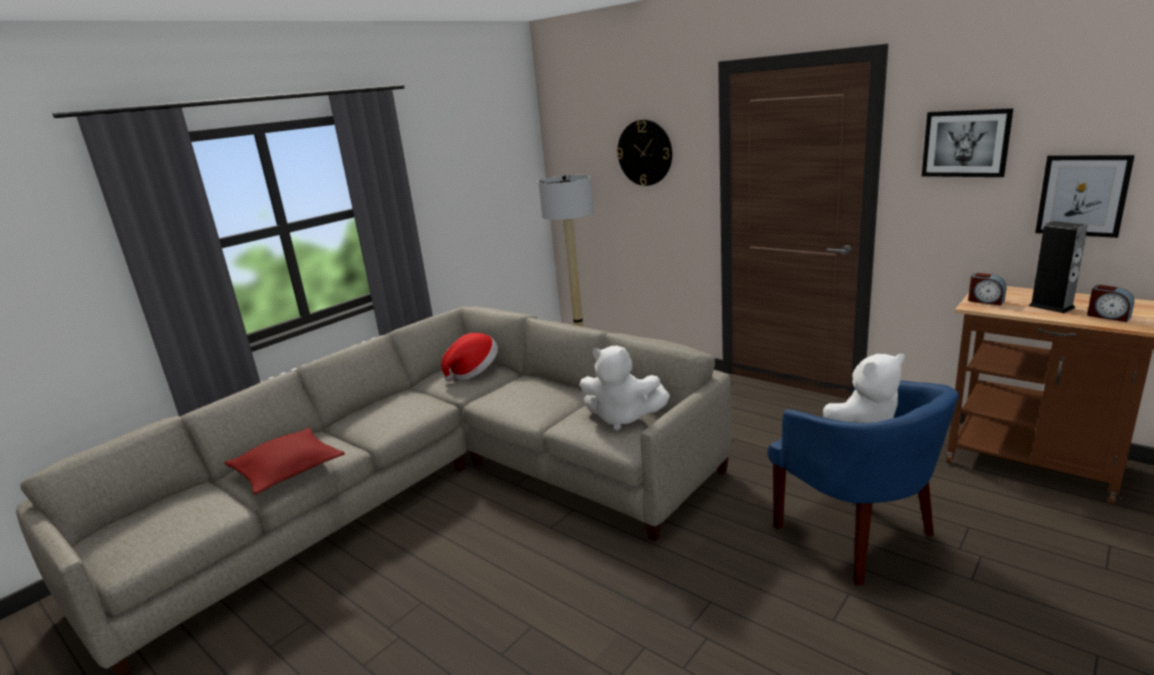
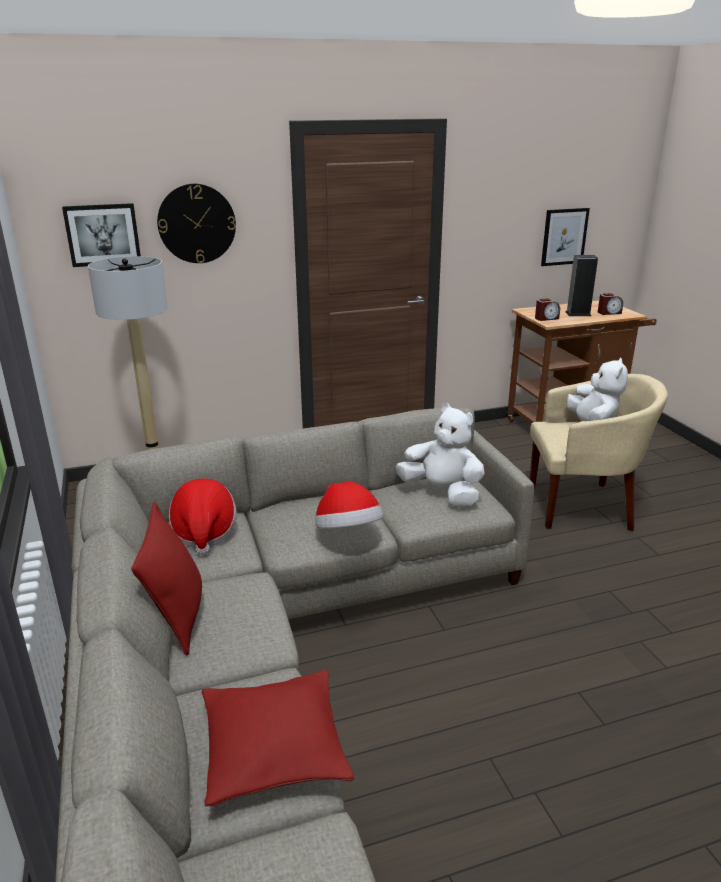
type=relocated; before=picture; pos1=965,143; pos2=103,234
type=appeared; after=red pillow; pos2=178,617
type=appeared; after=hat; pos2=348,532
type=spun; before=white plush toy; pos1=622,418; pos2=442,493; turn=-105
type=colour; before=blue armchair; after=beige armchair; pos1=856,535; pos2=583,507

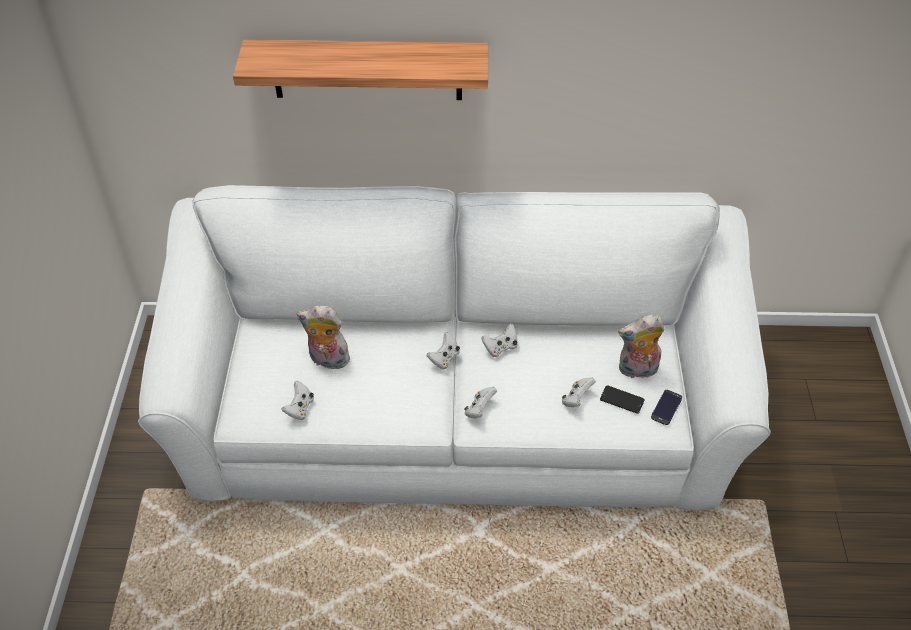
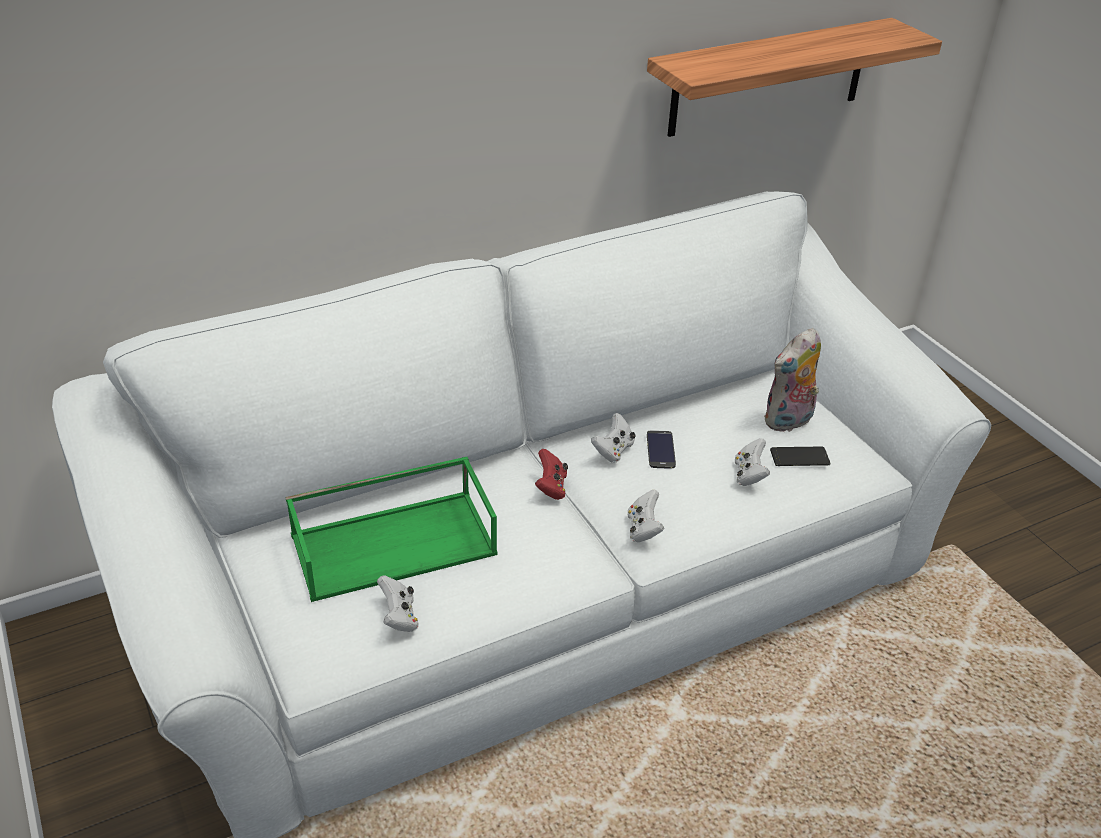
type=exchanged; before=plush toy; after=green tray; pos1=327,360; pos2=395,543
type=colour; before=white game controller; after=red game controller; pos1=444,358; pos2=551,487
type=relocated; before=shelf; pos1=367,69; pos2=769,77
type=relocated; before=phone; pos1=666,407; pos2=660,450

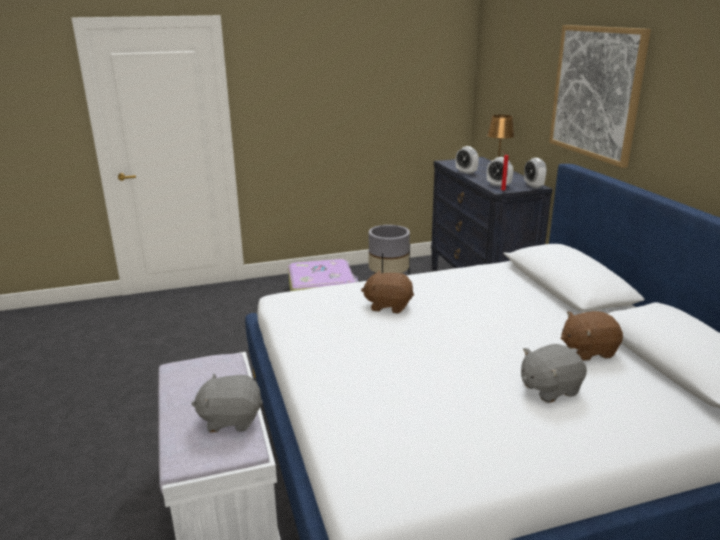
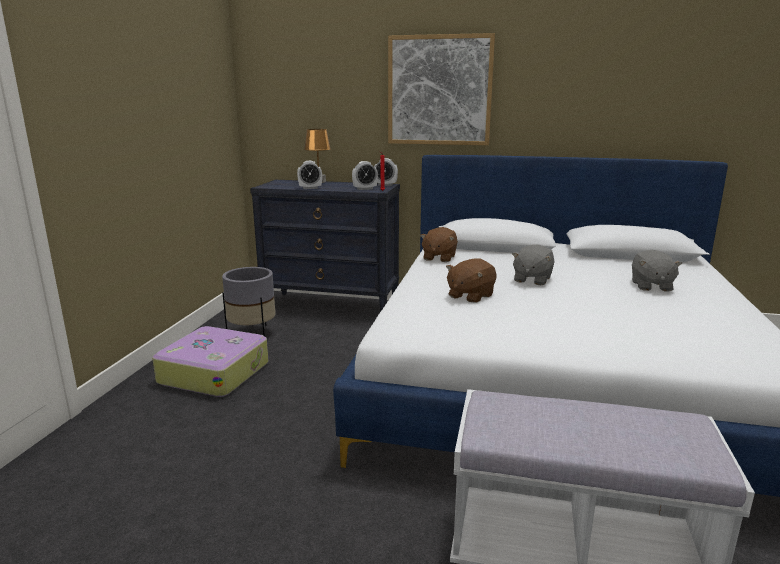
type=relocated; before=brown plush toy; pos1=588,350; pos2=439,258
type=relocated; before=grey plush toy; pos1=231,419; pos2=532,279

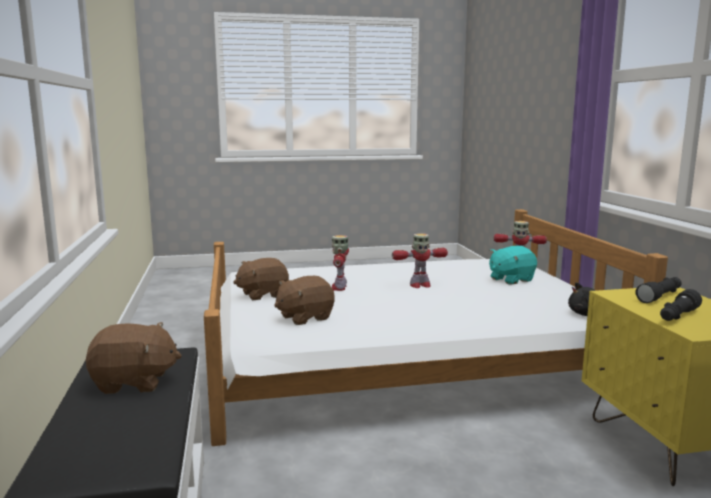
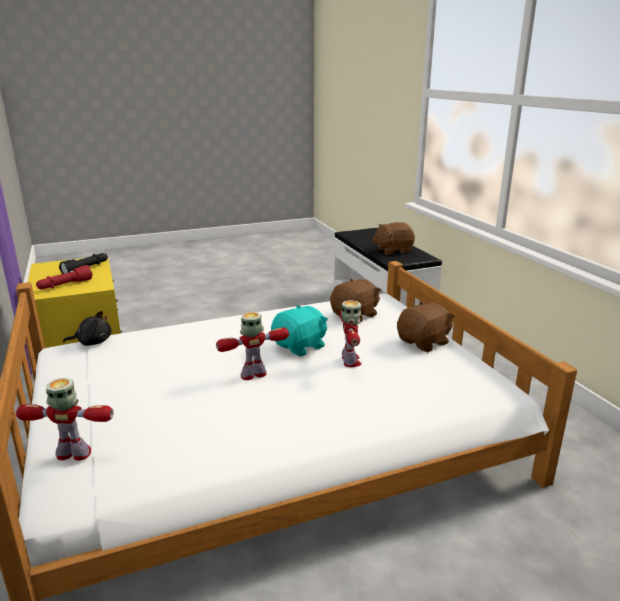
type=colour; before=black flashlight; after=red flashlight; pos1=660,296; pos2=65,285
type=relocated; before=turquoise plush toy; pos1=511,279; pos2=300,346

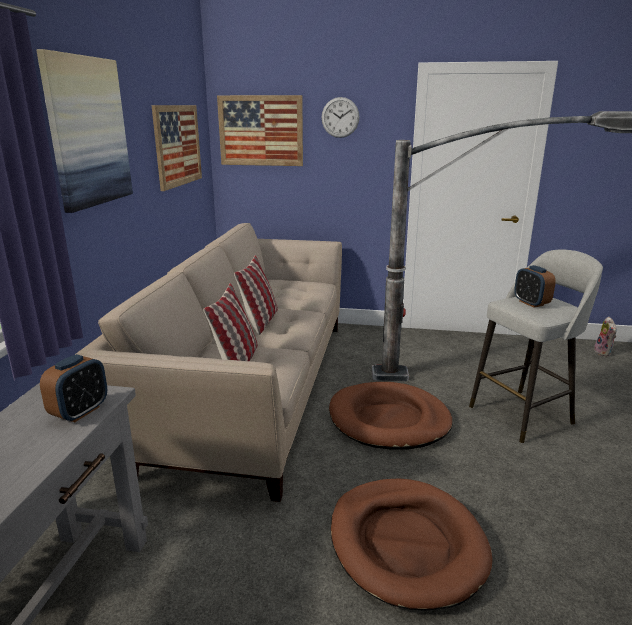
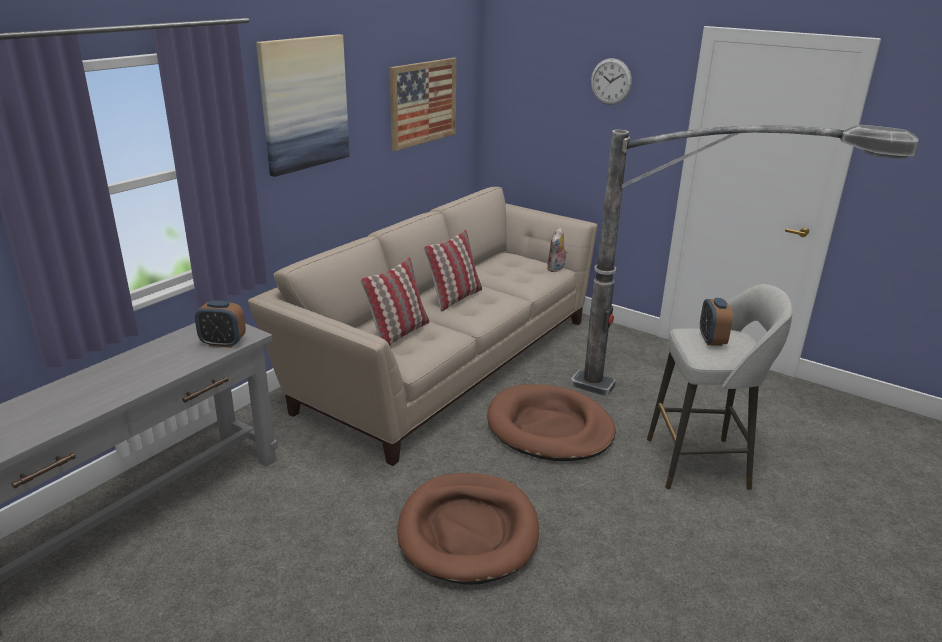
type=spun; before=alarm clock; pos1=80,412; pos2=223,343; turn=45
type=relocated; before=plush toy; pos1=604,352; pos2=556,269
type=missing; before=picture; pos1=260,131

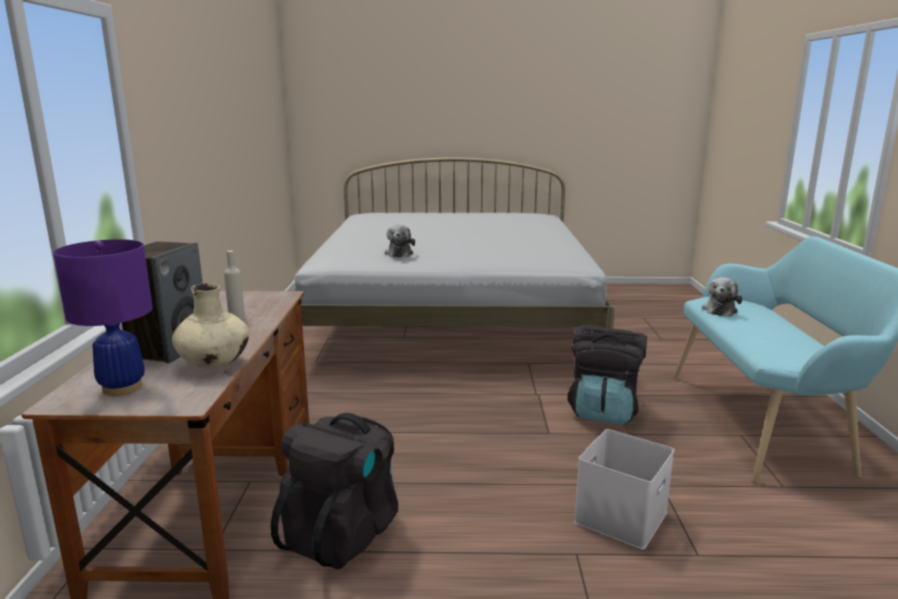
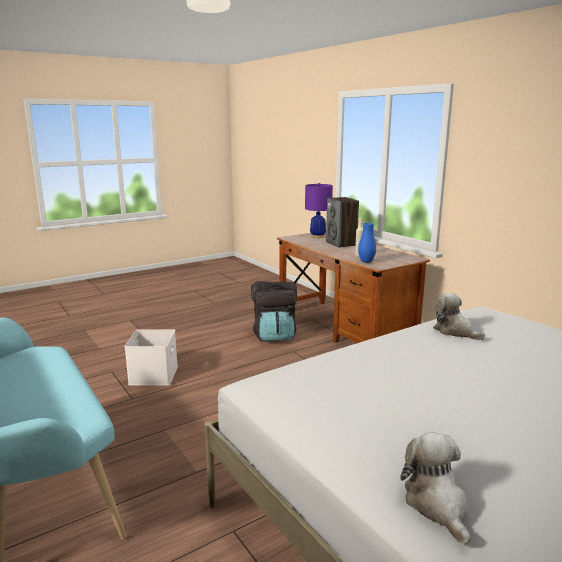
type=appeared; after=blue vase; pos2=366,261
type=relocated; before=plush toy; pos1=720,310; pos2=437,504
type=missing; before=beige vase; pos1=214,364
type=missing; before=black backpack; pos1=604,411

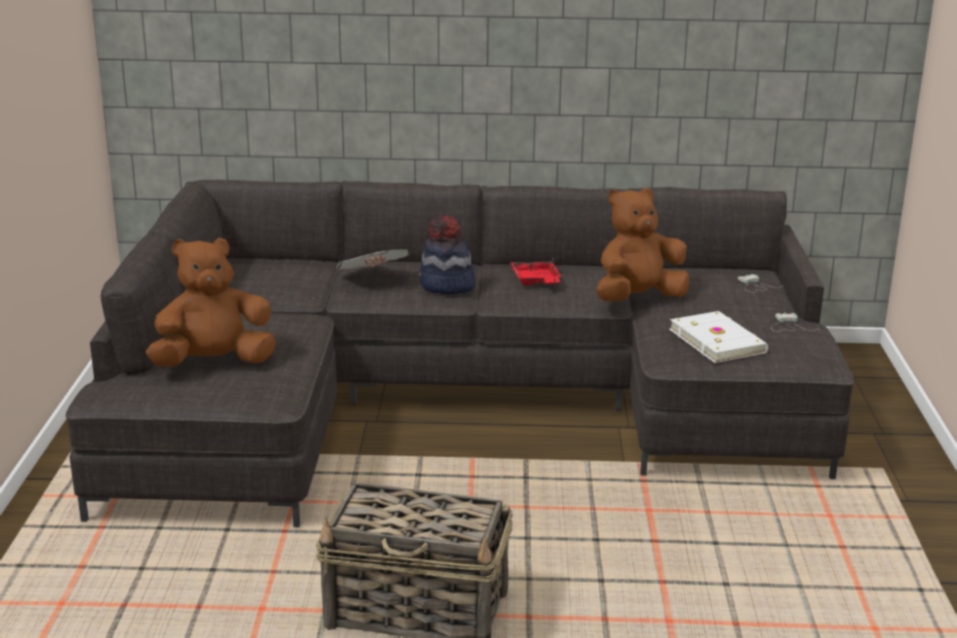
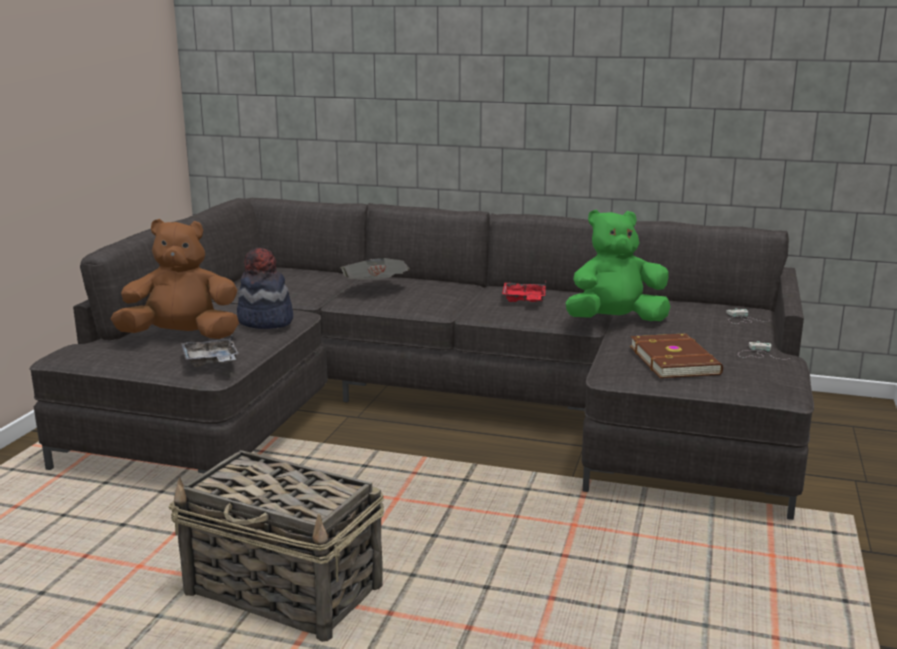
type=appeared; after=grey tray; pos2=211,362
type=relocated; before=hat; pos1=446,286; pos2=265,321
type=colour; before=brown plush toy; after=green plush toy; pos1=638,299; pos2=615,321
type=colour; before=white book; after=brown book; pos1=718,340; pos2=675,360

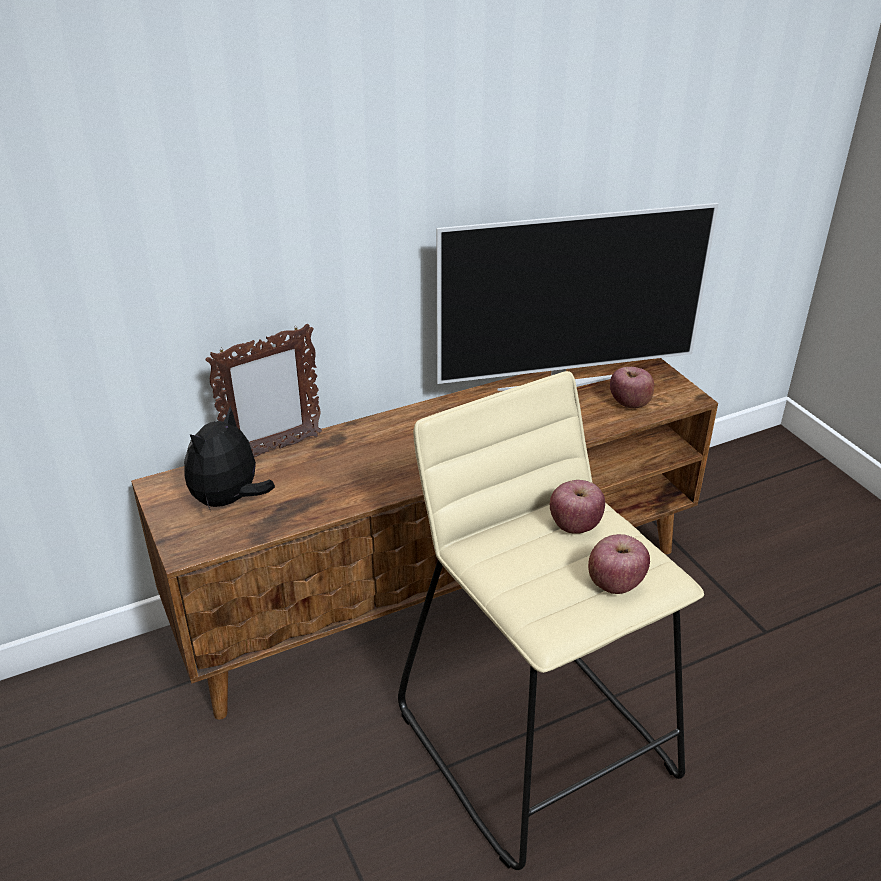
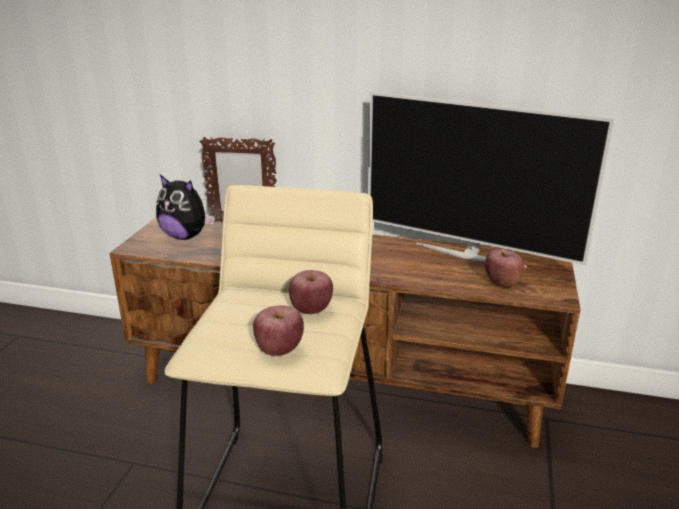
type=spun; before=plush toy; pos1=229,500; pos2=186,236; turn=-135

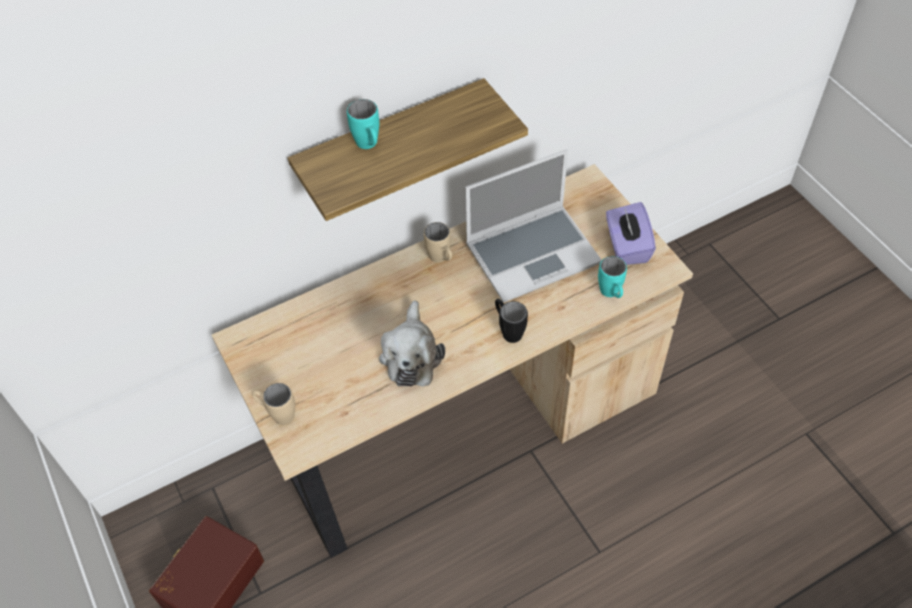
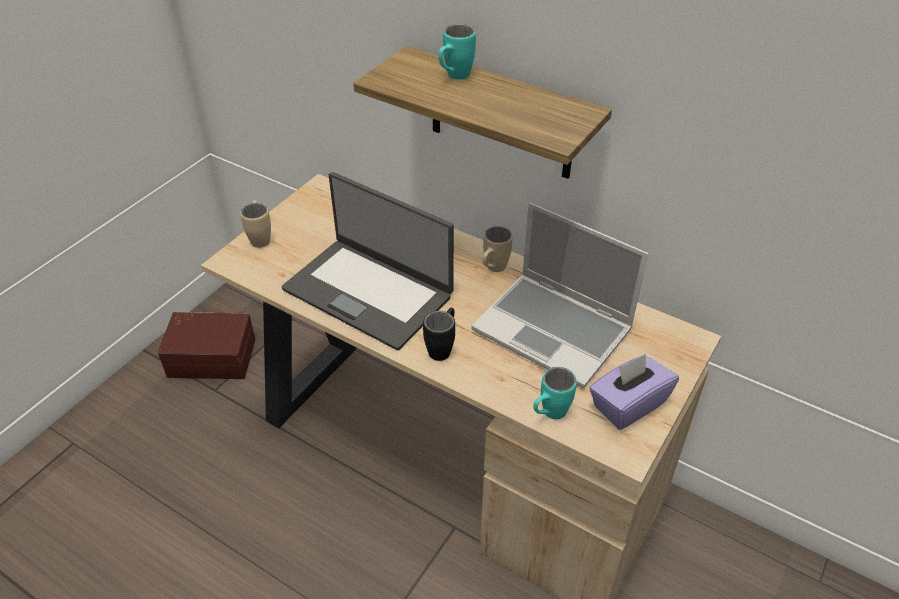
type=exchanged; before=plush toy; after=laptop; pos1=411,355; pos2=369,292

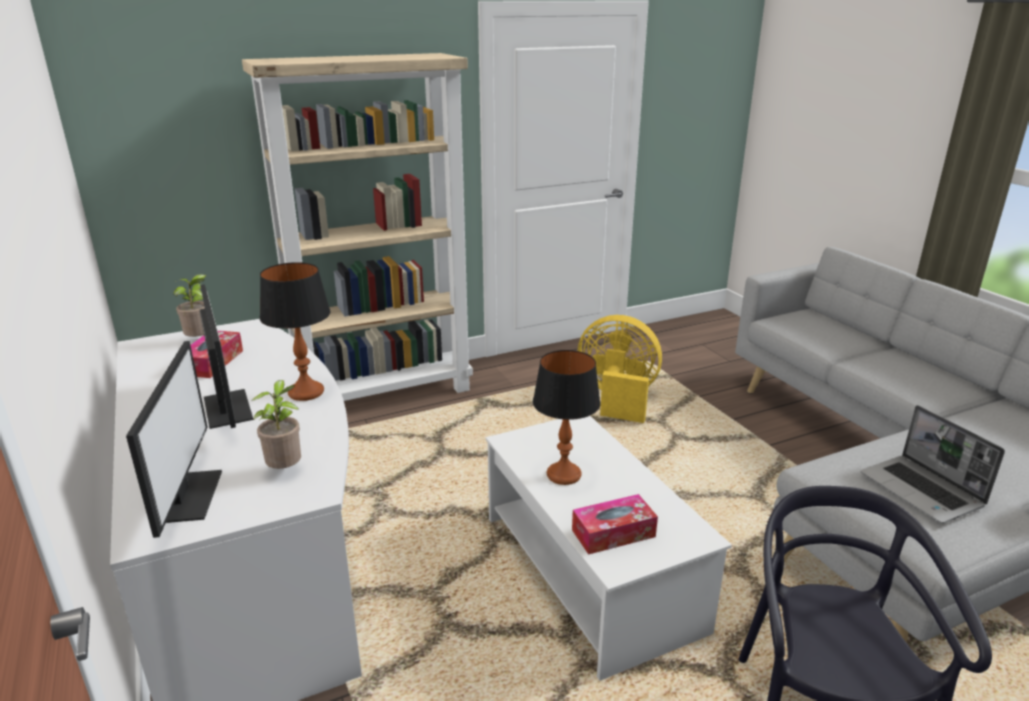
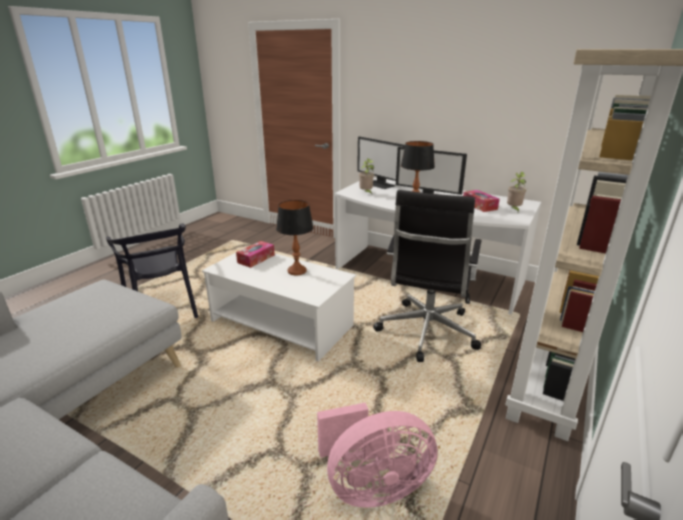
type=colour; before=yellow fan; after=pink fan; pos1=617,398; pos2=372,486
type=appeared; after=black office chair; pos2=426,333
type=missing; before=laptop; pos1=922,491

